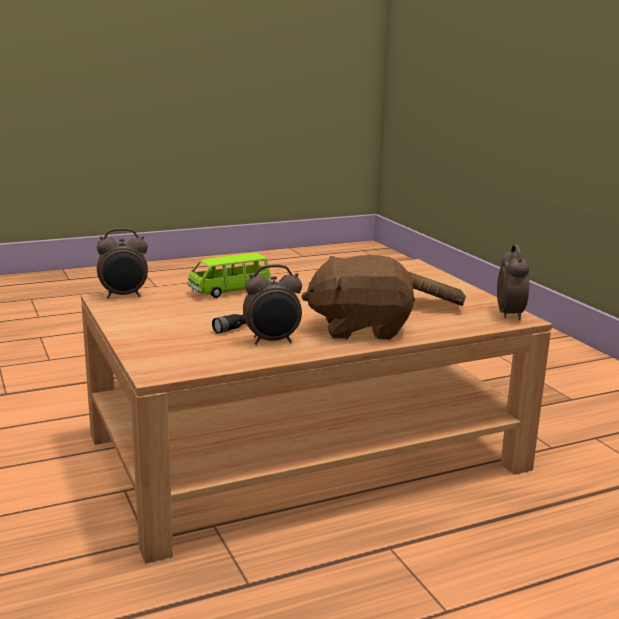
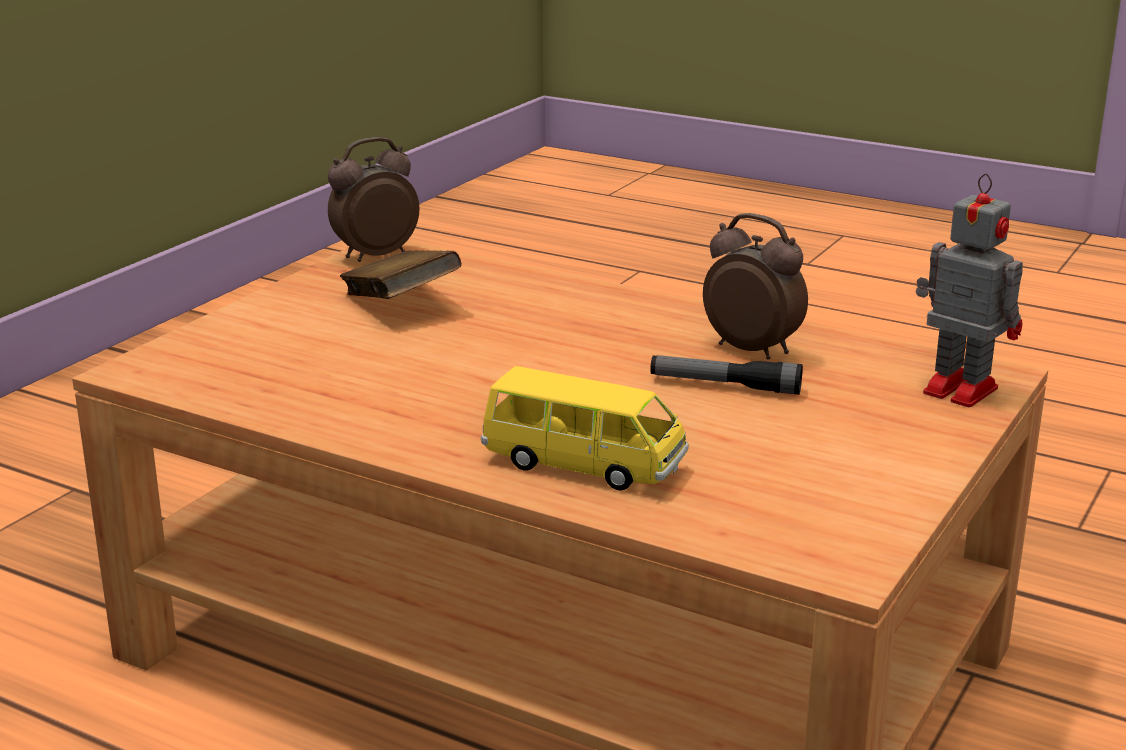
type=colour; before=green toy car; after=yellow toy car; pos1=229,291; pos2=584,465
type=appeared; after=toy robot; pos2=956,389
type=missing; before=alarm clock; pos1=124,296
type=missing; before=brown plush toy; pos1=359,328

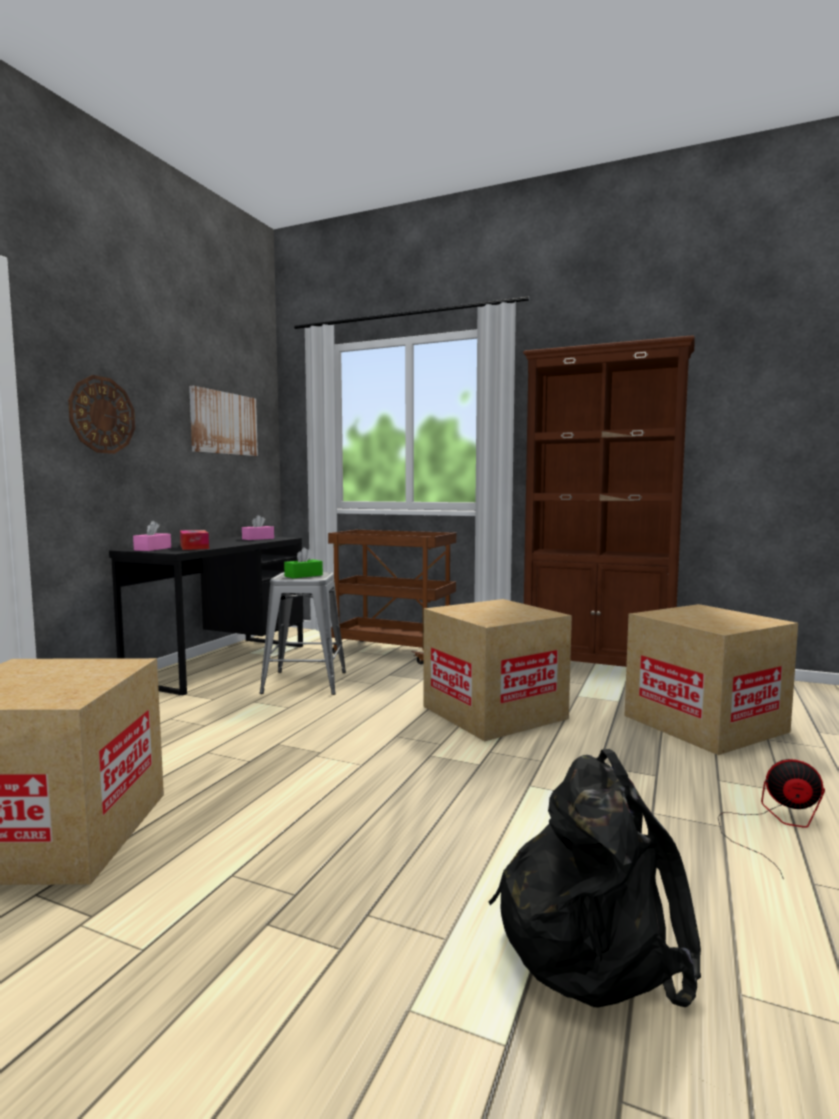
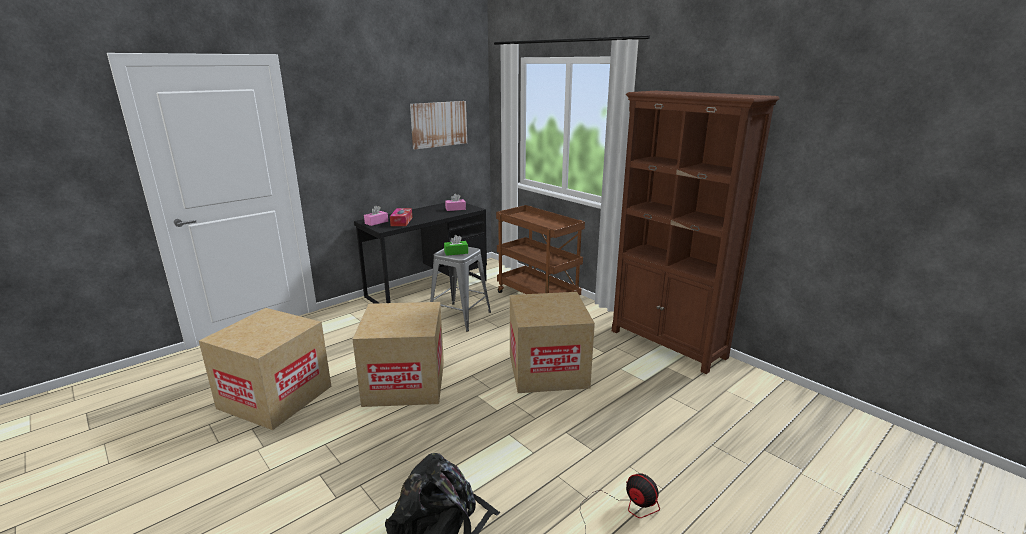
type=relocated; before=cardboard box; pos1=704,723; pos2=405,383
type=missing; before=wall clock; pos1=102,415

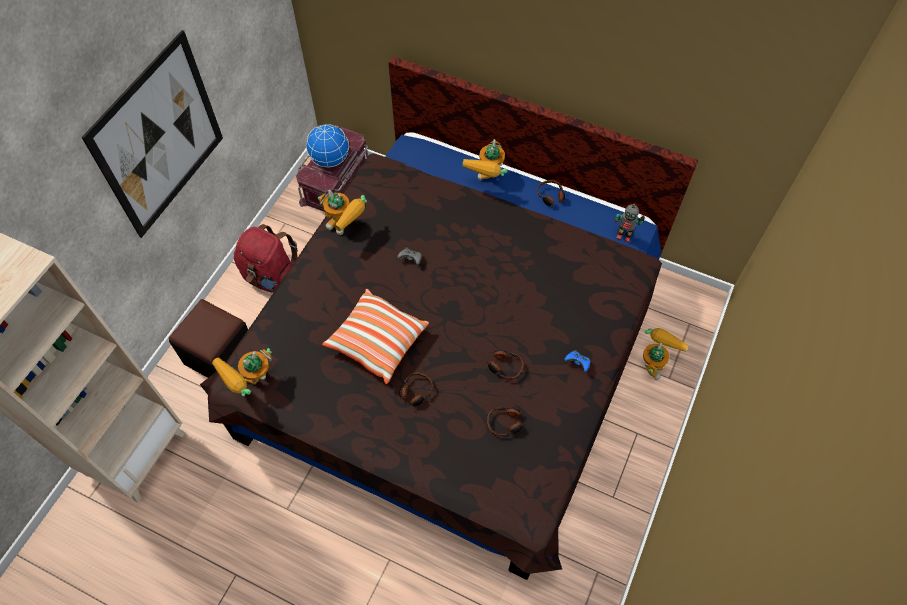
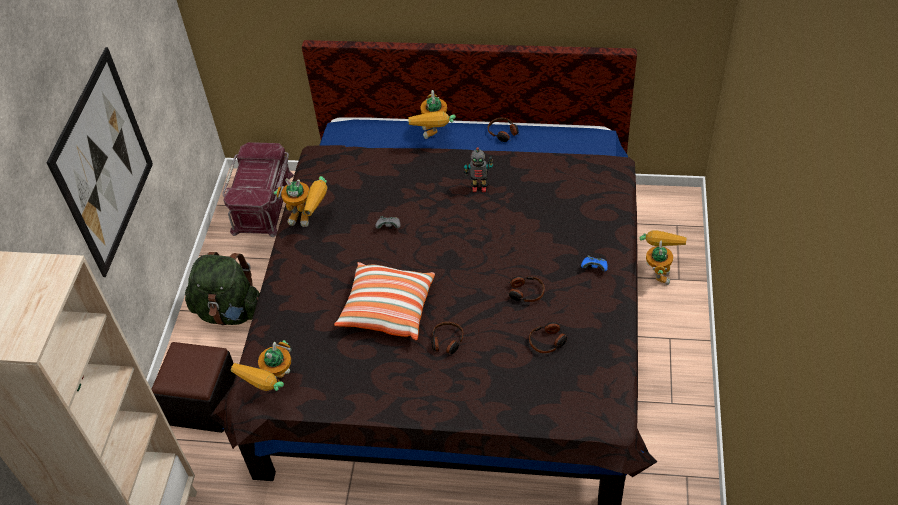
type=colour; before=red backpack; after=green backpack; pos1=271,277; pos2=230,312
type=relocated; before=toy robot; pos1=623,236; pos2=479,188
type=missing; before=globe; pos1=330,159

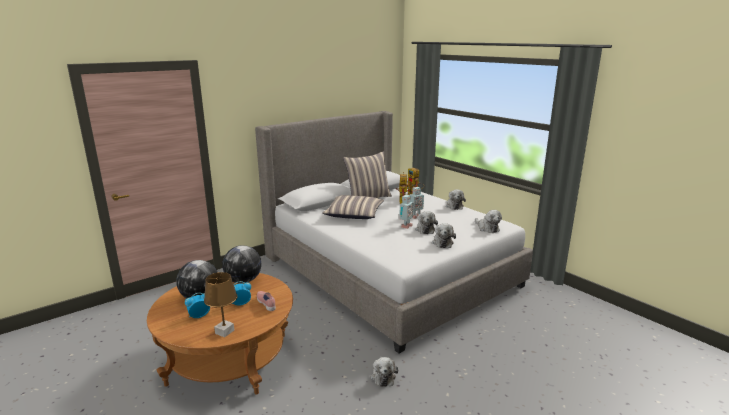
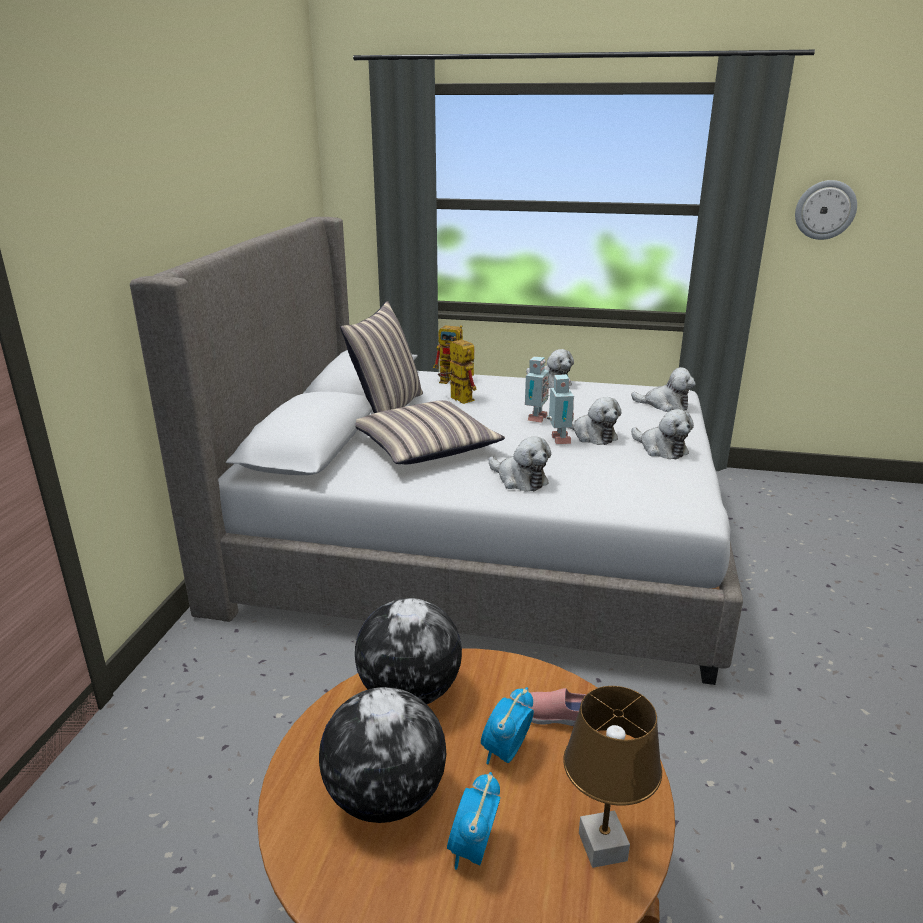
type=relocated; before=plush toy; pos1=383,376; pos2=519,480
type=appeared; after=wall clock; pos2=825,210

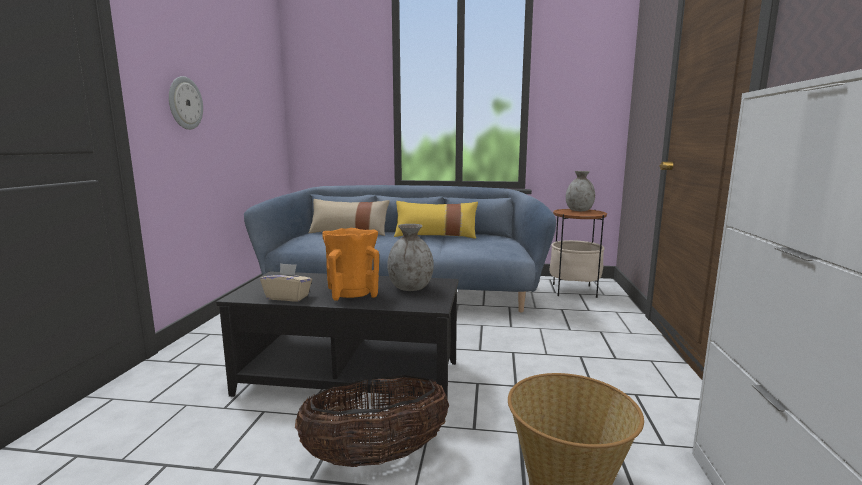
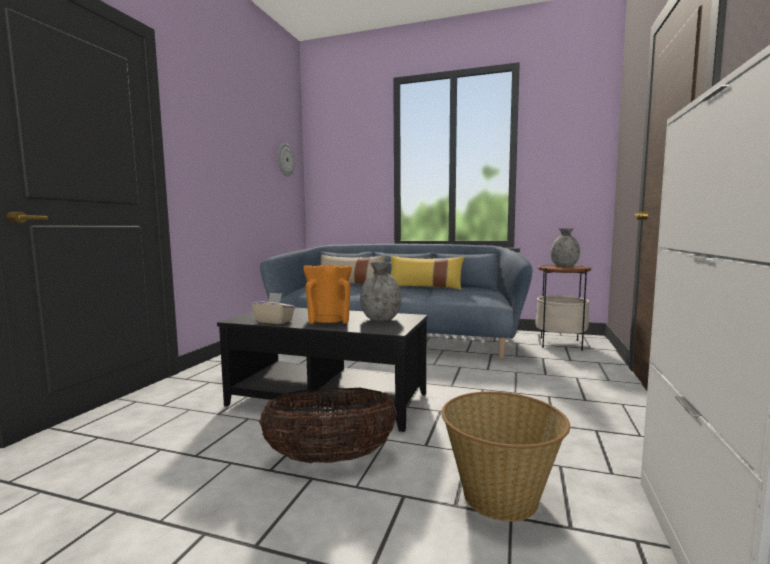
type=relocated; before=wall clock; pos1=184,103; pos2=285,160

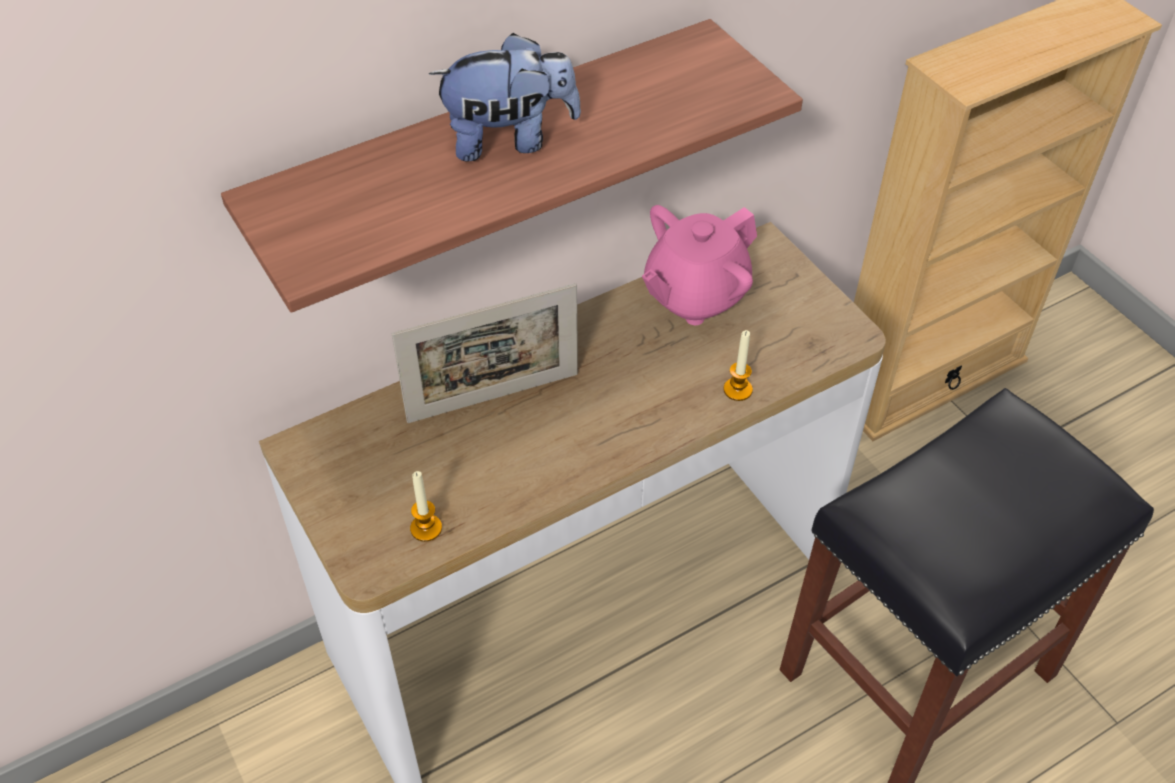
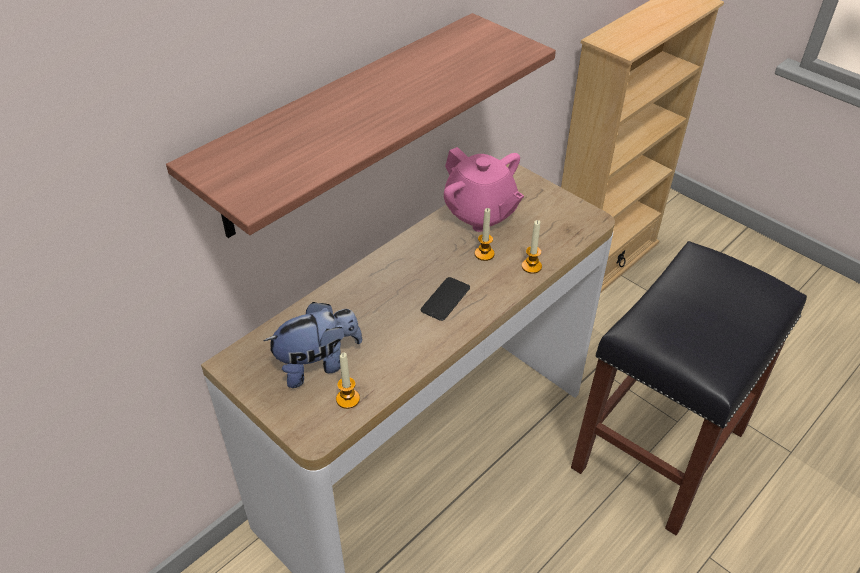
type=relocated; before=plush toy; pos1=509,140; pos2=318,364
type=appeared; after=phone; pos2=445,299
type=spun; before=pink teapot; pos1=694,295; pos2=480,213; turn=-75
type=appeared; after=candle; pos2=484,254
type=missing; before=picture frame; pos1=493,397

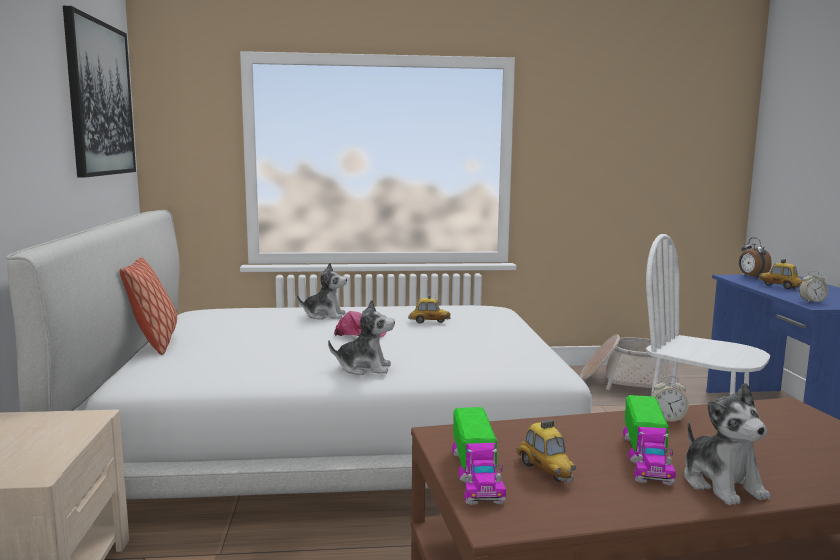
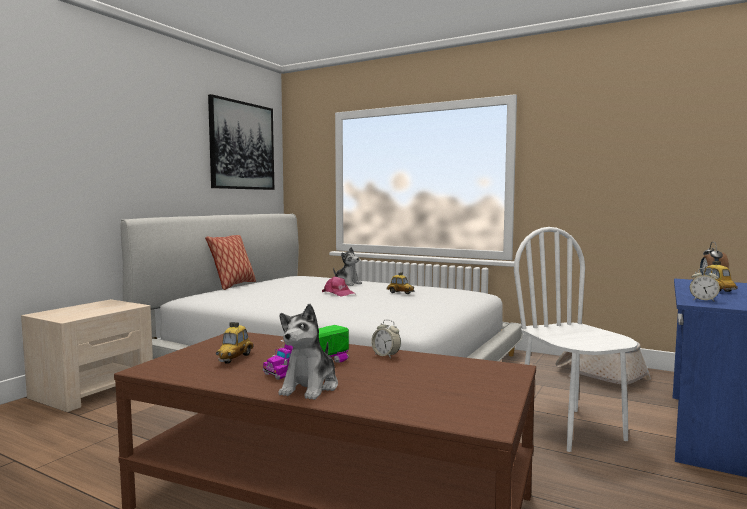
type=missing; before=plush toy; pos1=364,368
type=missing; before=toy truck; pos1=476,474

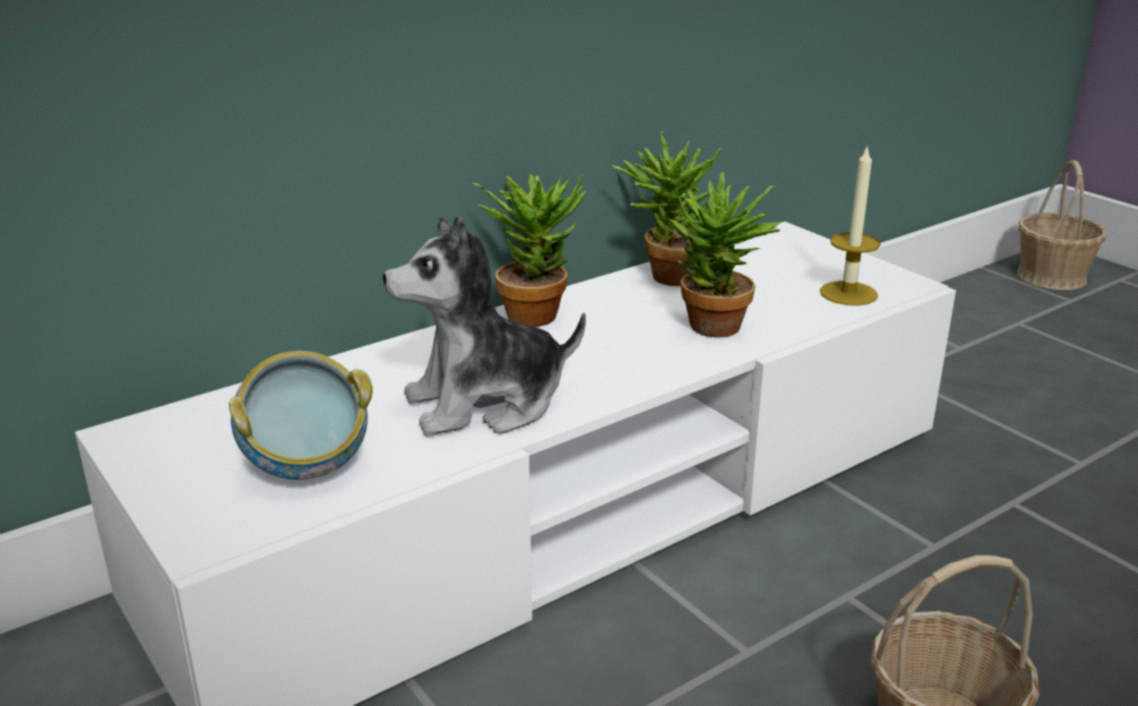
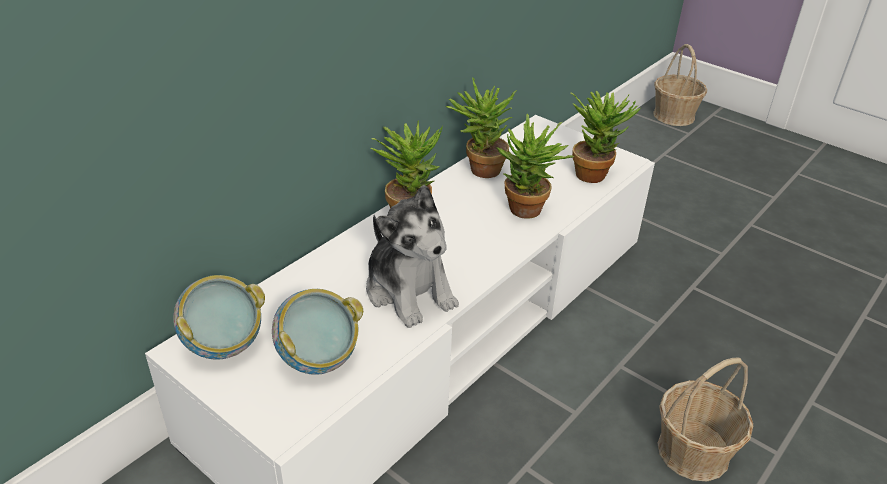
type=appeared; after=bowl; pos2=224,346
type=spun; before=plush toy; pos1=485,404; pos2=409,291; turn=-90
type=exchanged; before=candle; after=potted plant; pos1=848,293; pos2=594,172

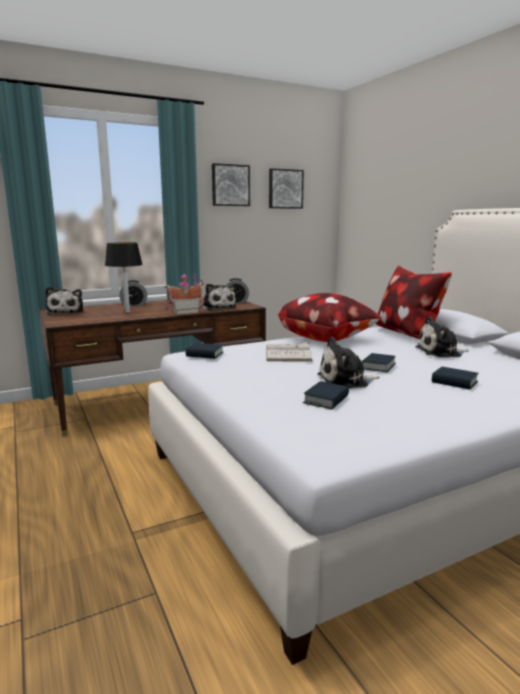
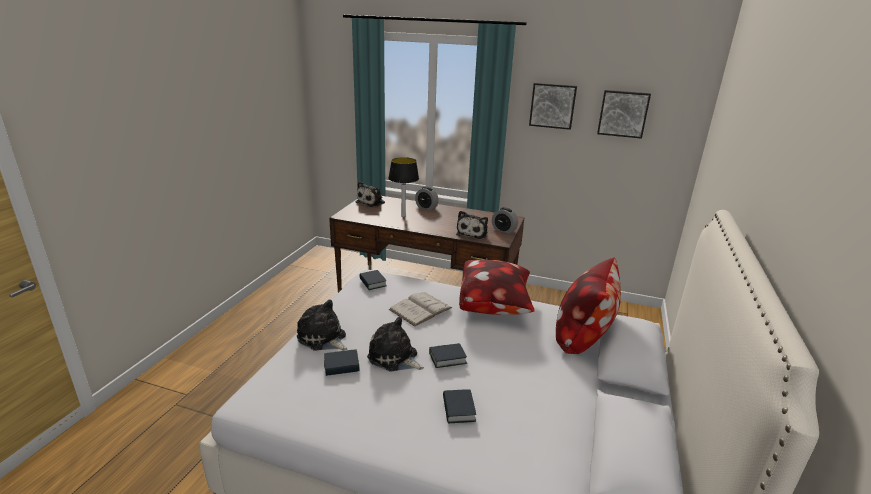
type=relocated; before=plush toy; pos1=441,352; pos2=323,338
type=missing; before=toy house; pos1=184,312

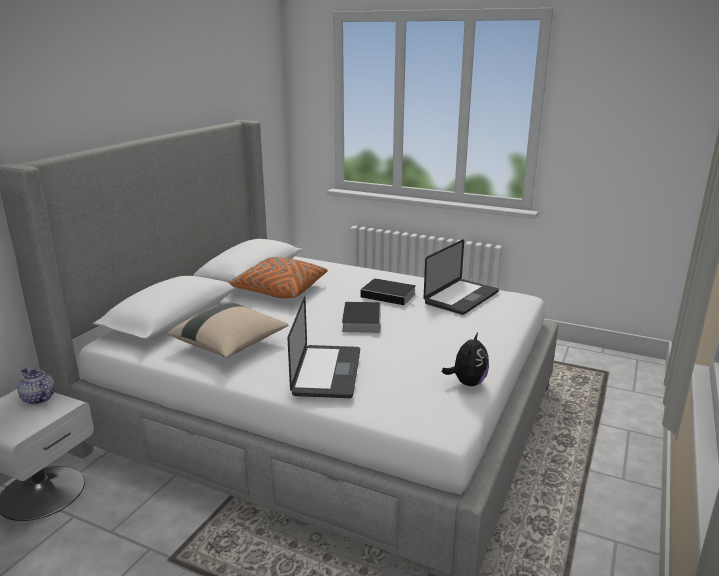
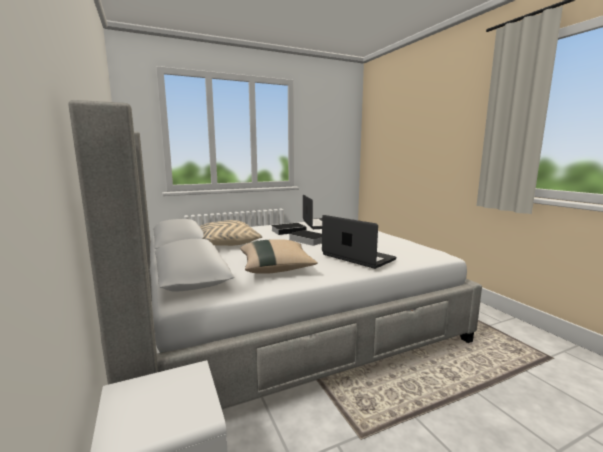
type=colour; before=orange pillow; after=beige pillow; pos1=279,290; pos2=225,244
type=missing; before=teapot; pos1=38,398
type=missing; before=plush toy; pos1=467,383

